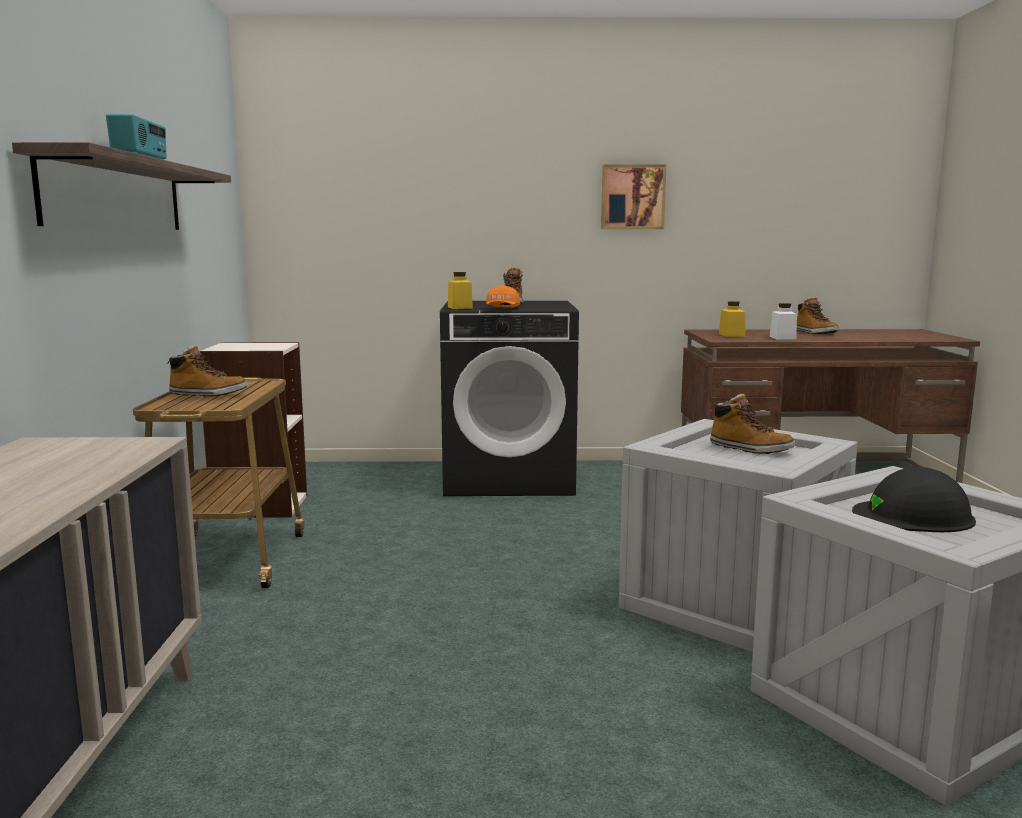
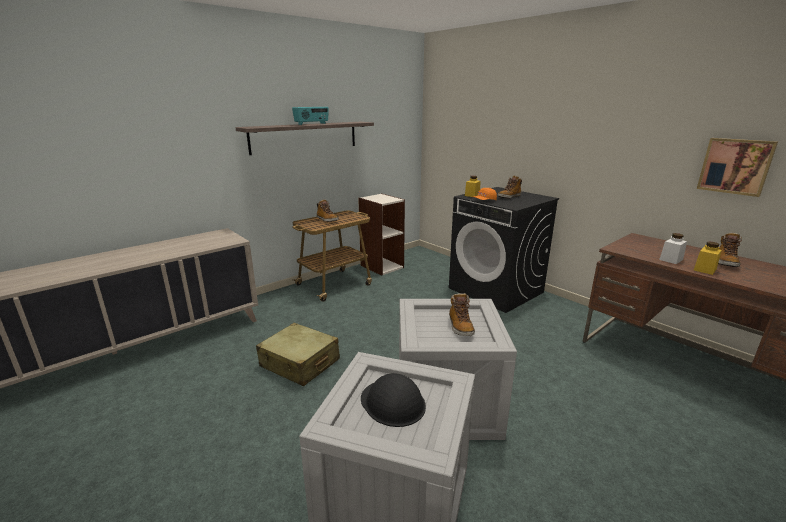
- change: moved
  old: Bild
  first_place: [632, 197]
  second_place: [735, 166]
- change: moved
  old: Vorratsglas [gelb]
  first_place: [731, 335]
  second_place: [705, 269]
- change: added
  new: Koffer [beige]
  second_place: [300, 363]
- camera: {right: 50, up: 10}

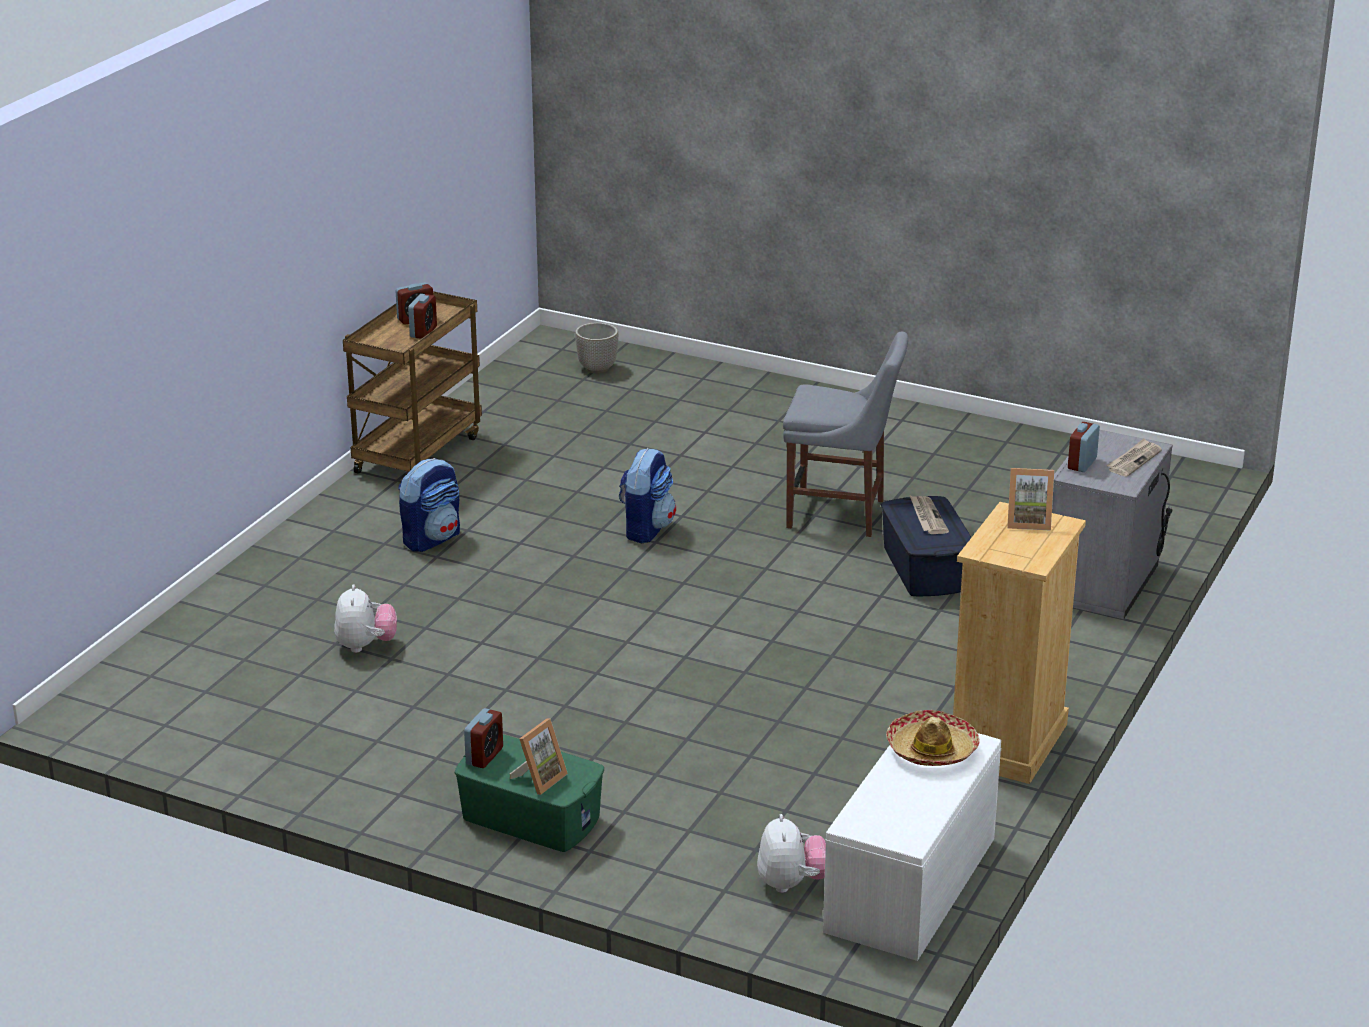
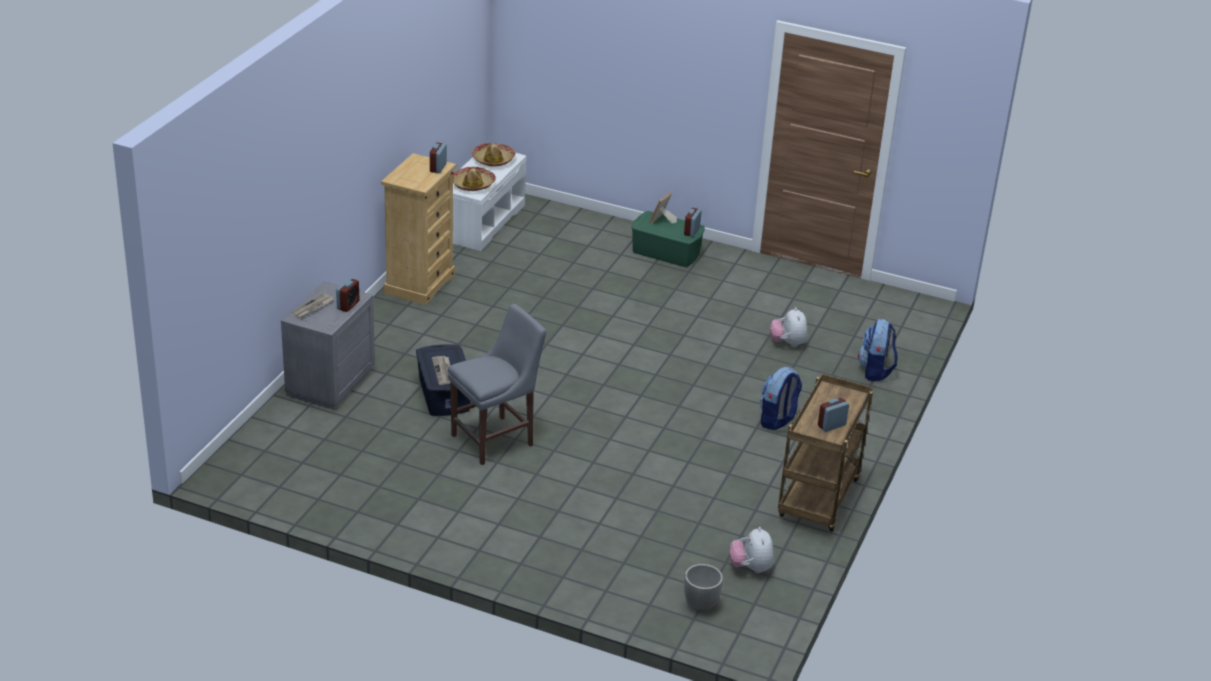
- change: moved
  old: Wecker
  first_place: [423, 332]
  second_place: [438, 168]
- change: moved
  old: Rucksack
  first_place: [646, 529]
  second_place: [875, 371]
- change: moved
  old: Plüschtier
  first_place: [791, 883]
  second_place: [750, 568]
- change: turned
  old: Stuhl [grau]
  first_place: [841, 514]
  second_place: [496, 439]
  degrees: 135
- change: removed
  old: Bilderrahmen
  first_place: [1028, 522]
- change: added
  new: Hut
  second_place: [493, 160]
- camera: {right: 175, up: 5}

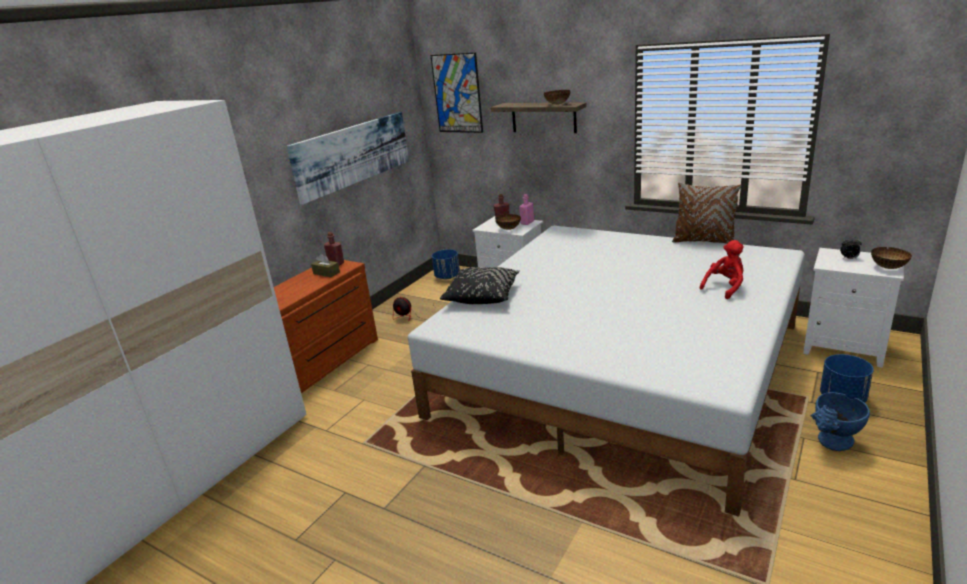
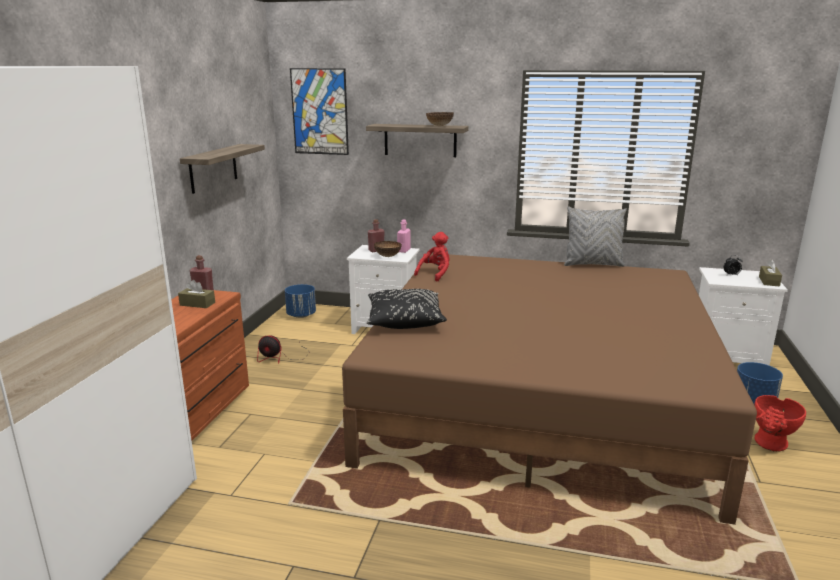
- change: replaced
  old: Bild
  new: Wandregal
  first_place: [353, 154]
  second_place: [213, 168]
- change: recoloured
  old: Bett [weiß]
  new: Bett [braun]
  first_place: [620, 370]
  second_place: [540, 396]
- change: recoloured
  old: Kissen [braun]
  new: Kissen [grau]
  first_place: [704, 241]
  second_place: [592, 264]
- change: moved
  old: Plüschtier [rot]
  first_place: [725, 287]
  second_place: [435, 274]
- change: recoloured
  old: Vase [blau]
  new: Vase [rot]
  first_place: [833, 444]
  second_place: [771, 446]
- change: replaced
  old: Schüssel
  new: Taschentuchbox [braun]
  first_place: [889, 267]
  second_place: [769, 281]
- camera: {right: -20, up: -5}

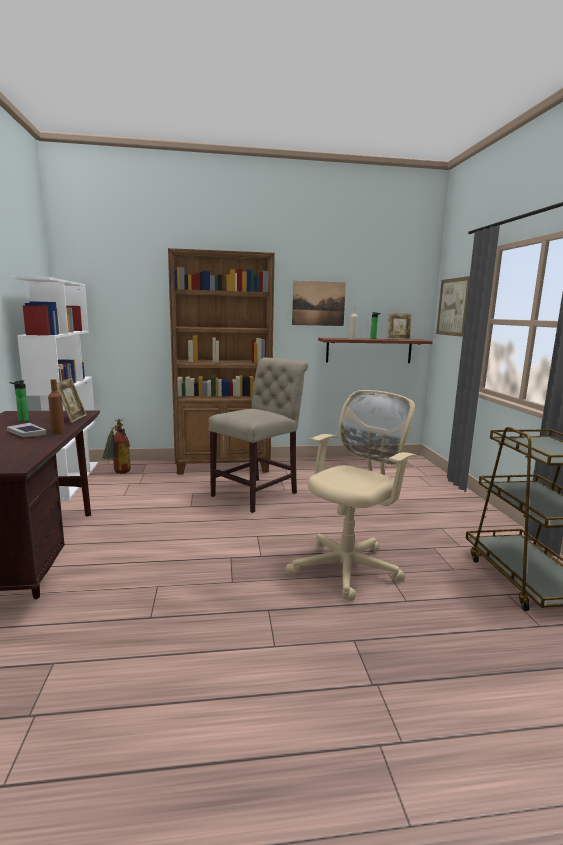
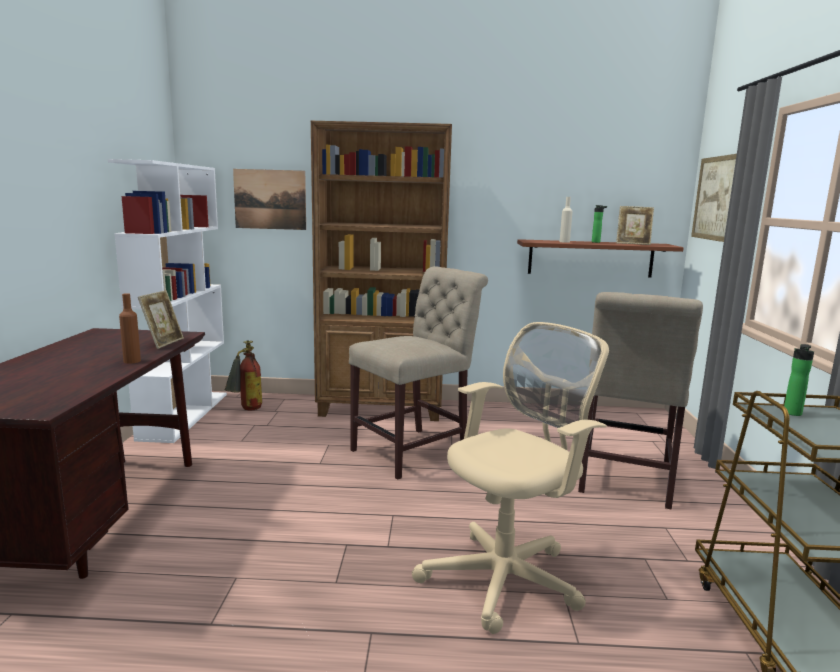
- change: removed
  old: Buch
  first_place: [26, 433]
- change: moved
  old: Flasche
  first_place: [22, 421]
  second_place: [791, 414]
- change: moved
  old: Bild
  first_place: [318, 303]
  second_place: [270, 199]
- change: added
  new: Stuhl [beige]
  second_place: [623, 481]
- camera: {right: 10, up: 0}

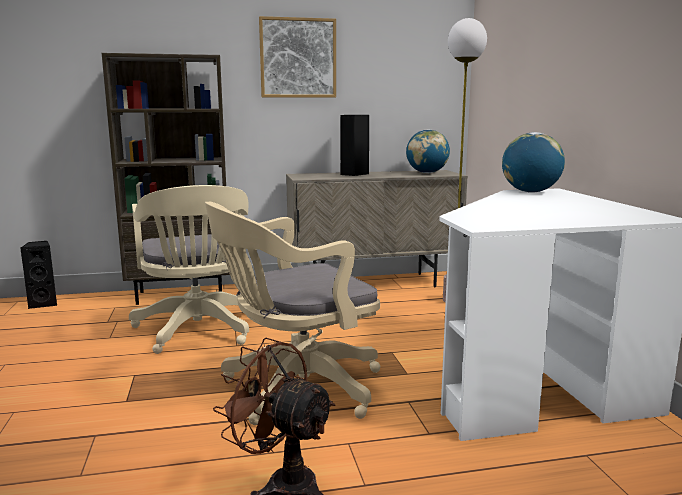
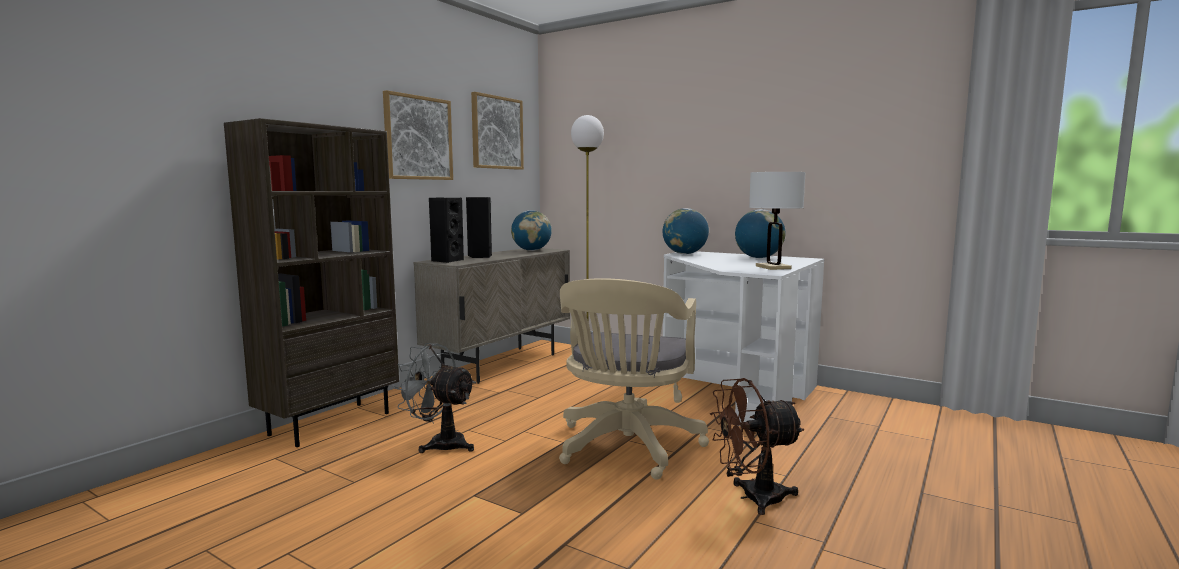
- change: moved
  old: Lautsprecher [schwarz]
  first_place: [44, 303]
  second_place: [446, 260]
- change: replaced
  old: Bürostuhl [beige]
  new: Ventilator [grau]
  first_place: [199, 331]
  second_place: [440, 443]
- change: added
  new: Bild
  second_place: [497, 133]
- change: added
  new: Globus
  second_place: [758, 258]
- change: added
  new: Tischlampe [weiß]
  second_place: [773, 267]
- camera: {right: -45, up: -5}

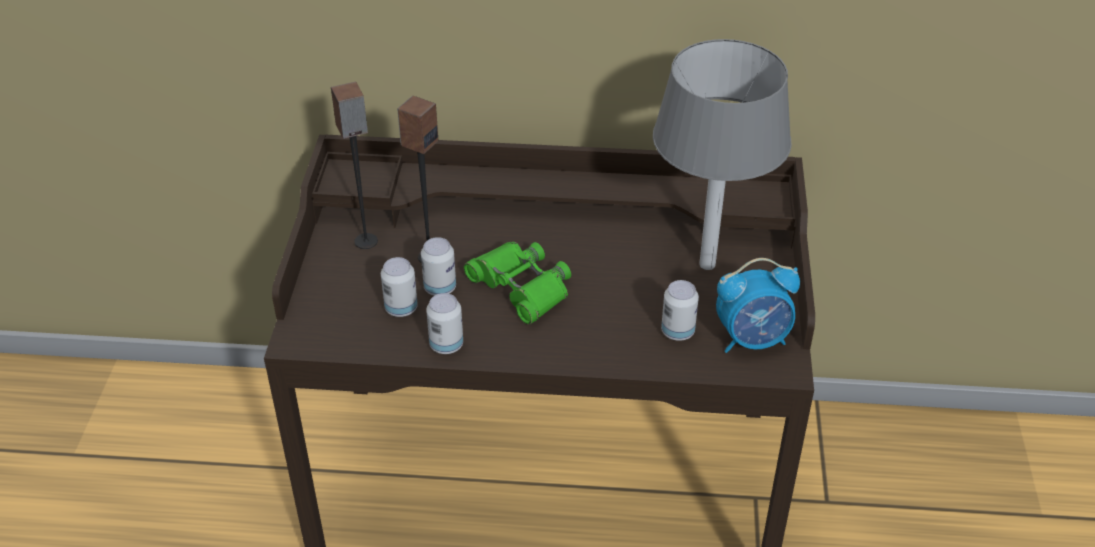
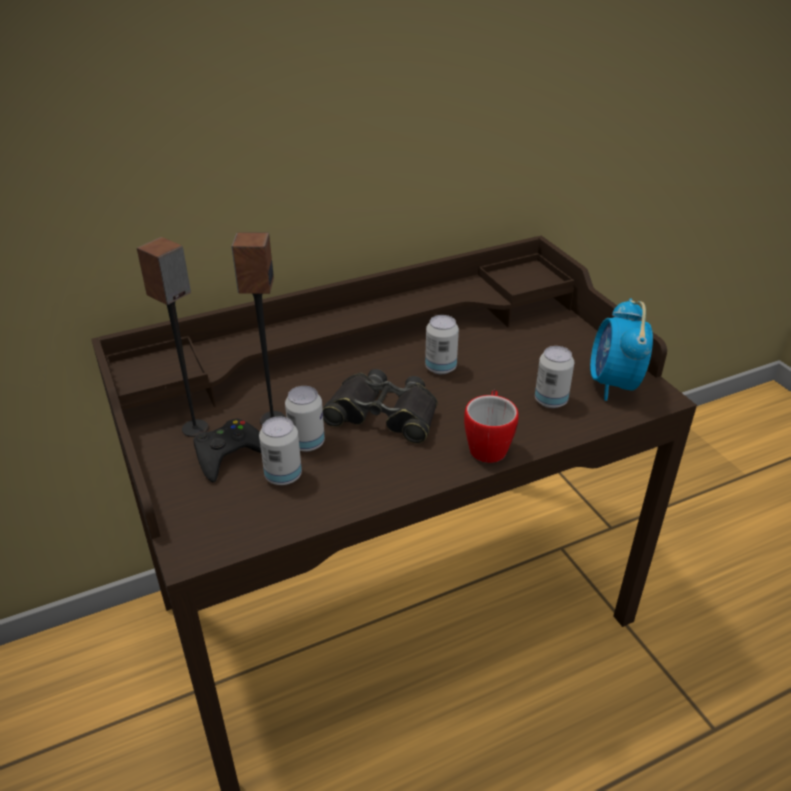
- change: moved
  old: Dose
  first_place: [446, 345]
  second_place: [440, 368]
- change: recoloured
  old: Fernglas [grün]
  new: Fernglas [schwarz]
  first_place: [521, 287]
  second_place: [383, 414]
- change: removed
  old: Tischlampe [grau]
  first_place: [707, 264]
- change: turned
  old: Wecker
  first_place: [753, 339]
  second_place: [613, 384]
  degrees: 135
- change: added
  new: Gamepad [schwarz]
  second_place: [230, 455]
- change: added
  new: Henkelbecher
  second_place: [488, 445]
- camera: {right: -30, up: -5}

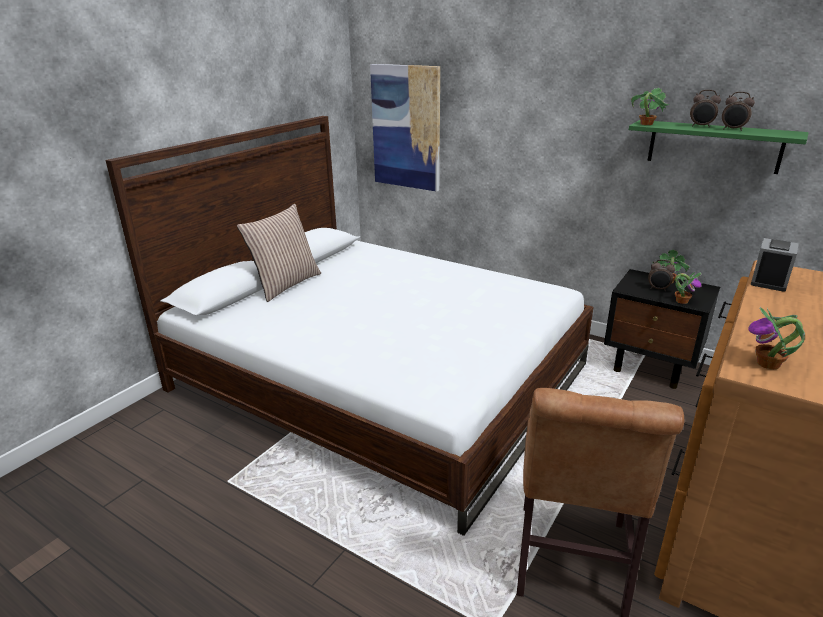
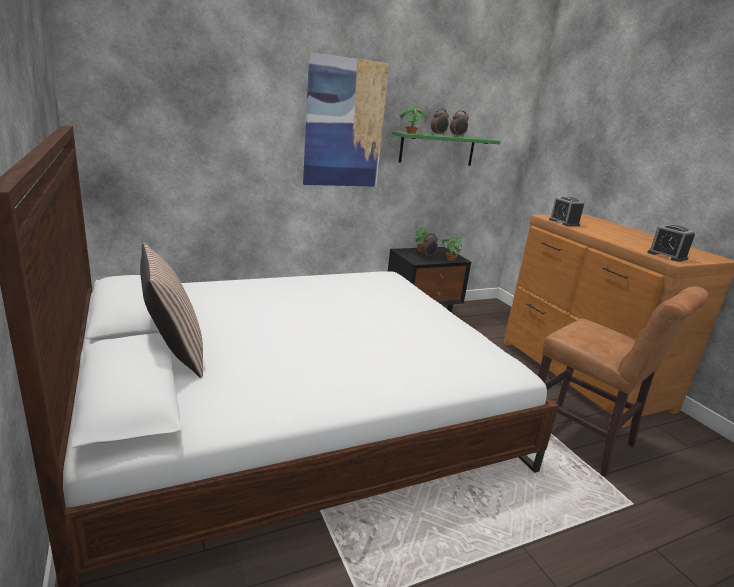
- change: moved
  old: Bild
  first_place: [406, 127]
  second_place: [344, 124]
- change: replaced
  old: Topfpflanze
  new: Wecker
  first_place: [768, 364]
  second_place: [667, 256]
- camera: {right: -60, up: -5}

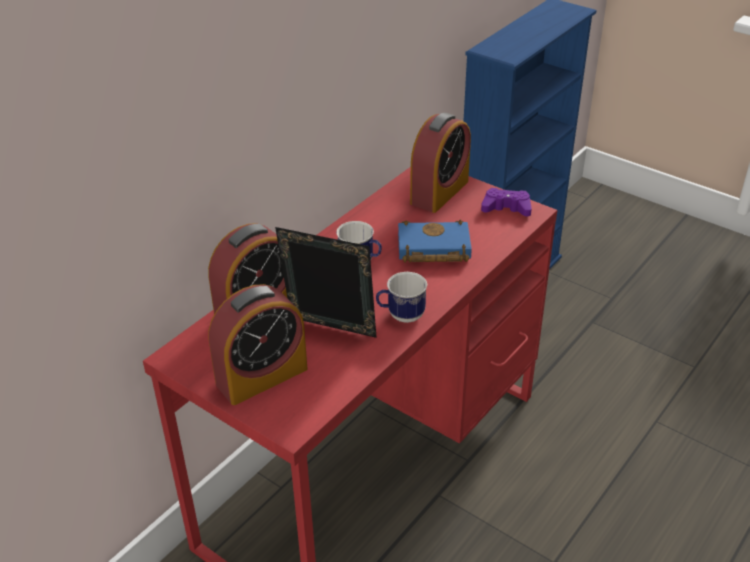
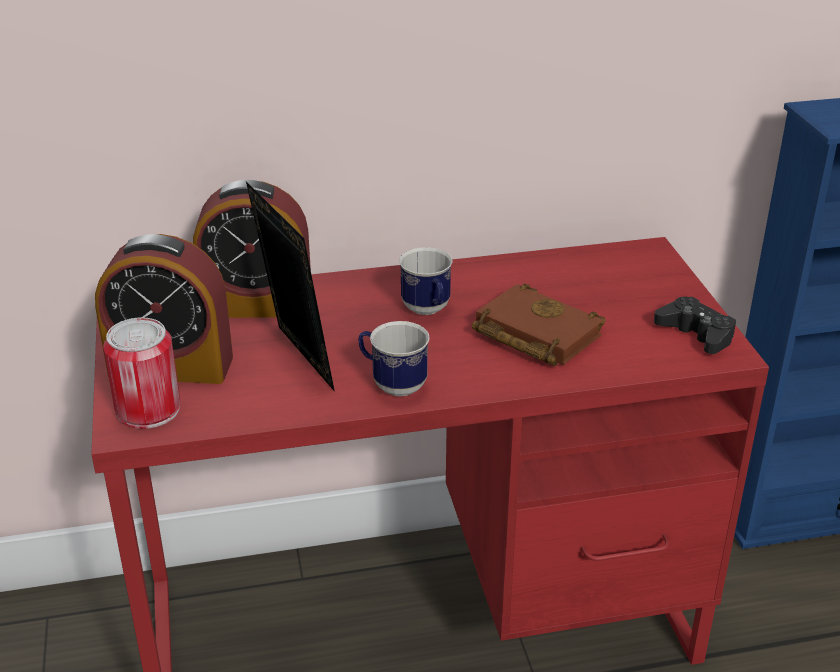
- change: recoloured
  old: Buch [blau]
  new: Buch [braun]
  first_place: [432, 249]
  second_place: [532, 334]
- change: removed
  old: Wecker
  first_place: [439, 192]
- change: recoloured
  old: Gamepad [lila]
  new: Gamepad [schwarz]
  first_place: [506, 208]
  second_place: [696, 333]
- change: added
  new: Dose
  second_place: [148, 409]
- camera: {right: 40, up: -5}

